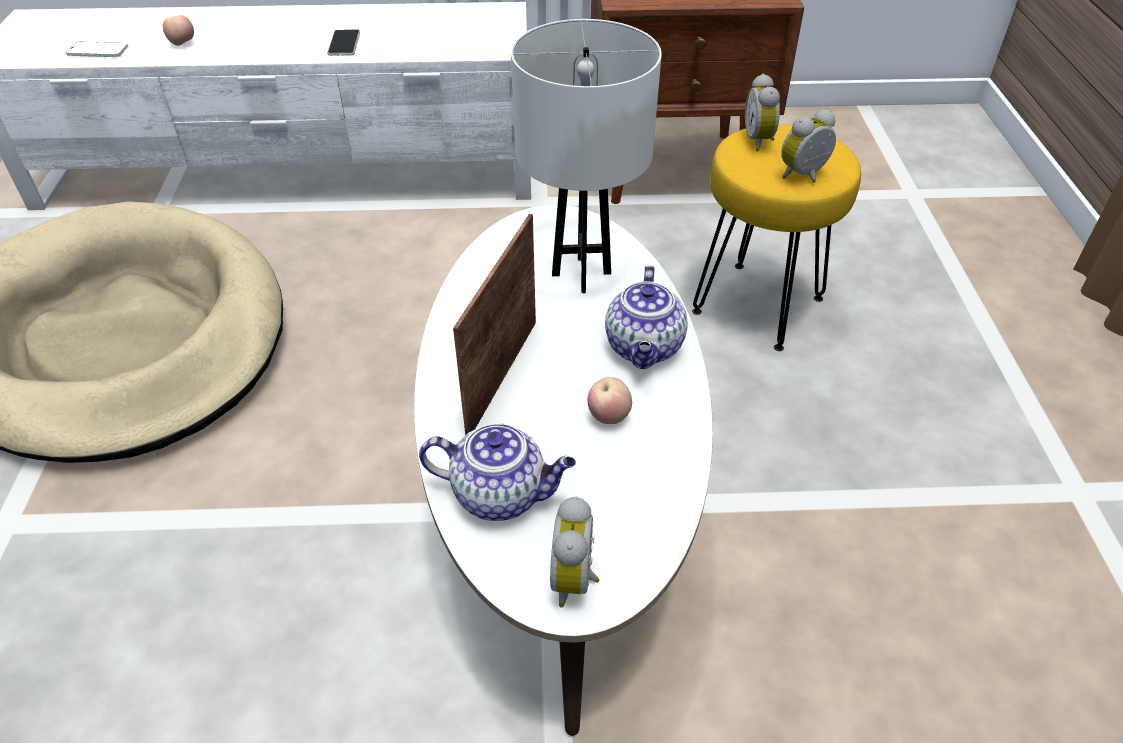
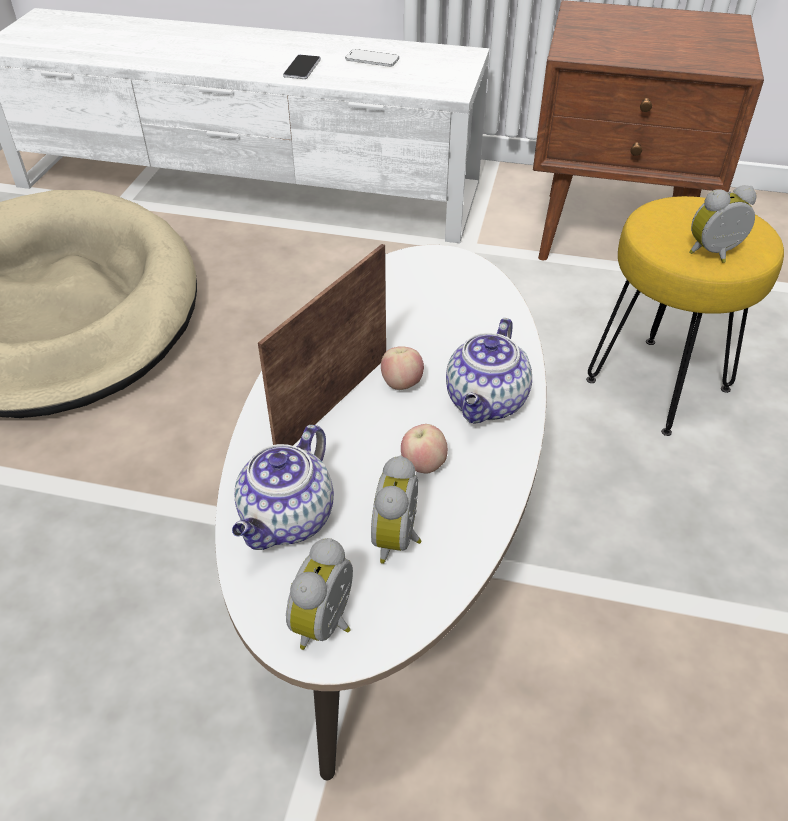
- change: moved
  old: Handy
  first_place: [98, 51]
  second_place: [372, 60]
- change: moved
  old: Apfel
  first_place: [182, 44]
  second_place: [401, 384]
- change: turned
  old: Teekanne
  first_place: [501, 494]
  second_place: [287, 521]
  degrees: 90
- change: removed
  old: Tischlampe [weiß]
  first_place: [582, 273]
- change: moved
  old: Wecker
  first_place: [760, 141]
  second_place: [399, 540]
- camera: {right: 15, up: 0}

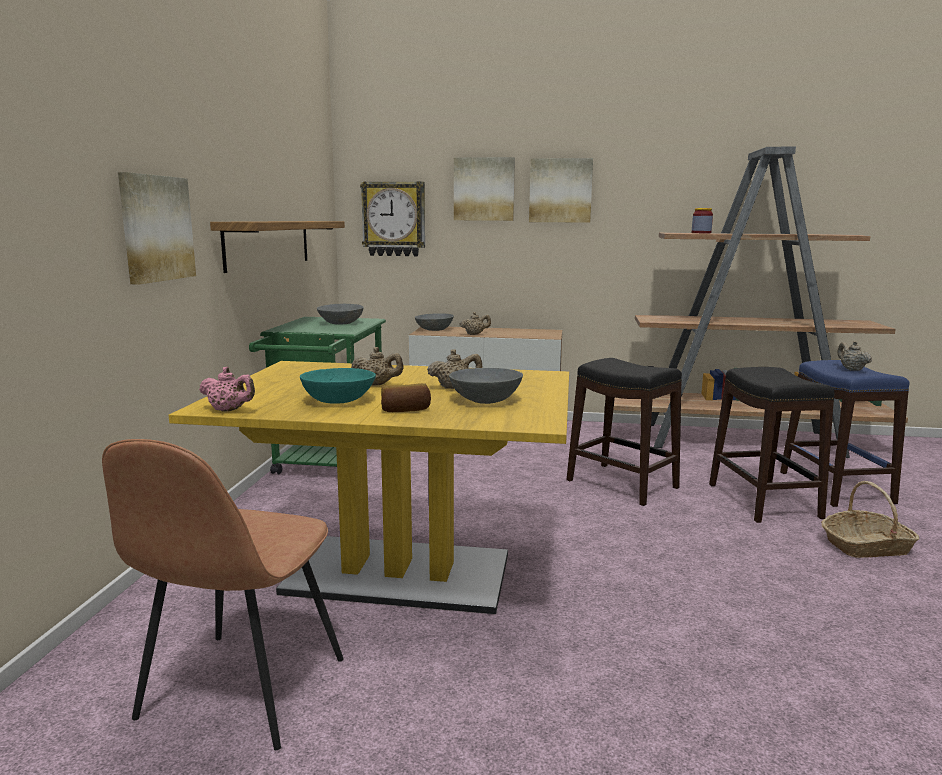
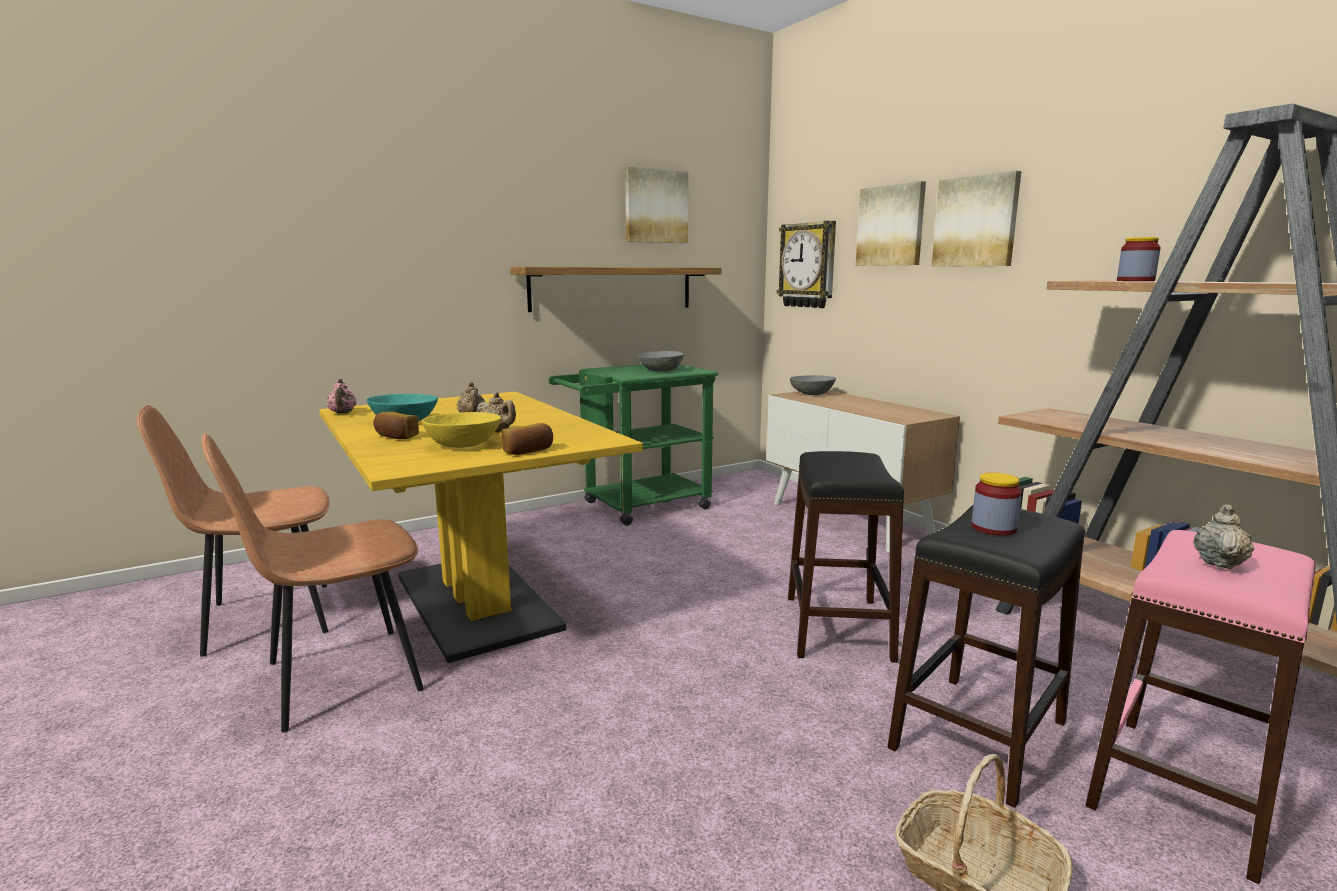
- change: moved
  old: Bild
  first_place: [156, 228]
  second_place: [655, 206]
- change: recoloured
  old: Schüssel [grau]
  new: Schüssel [gelb]
  first_place: [486, 400]
  second_place: [464, 445]
- change: removed
  old: Teekanne [beige]
  first_place: [475, 334]
- change: recoloured
  old: Hocker [blau]
  new: Hocker [rosa]
  first_place: [835, 487]
  second_place: [1181, 790]
- change: added
  new: Stuhl [braun]
  second_place: [338, 678]
- change: added
  new: Brot
  second_place: [528, 451]
- change: added
  new: Vorratsglas
  second_place: [993, 528]
- camera: {right: 50, up: 0}

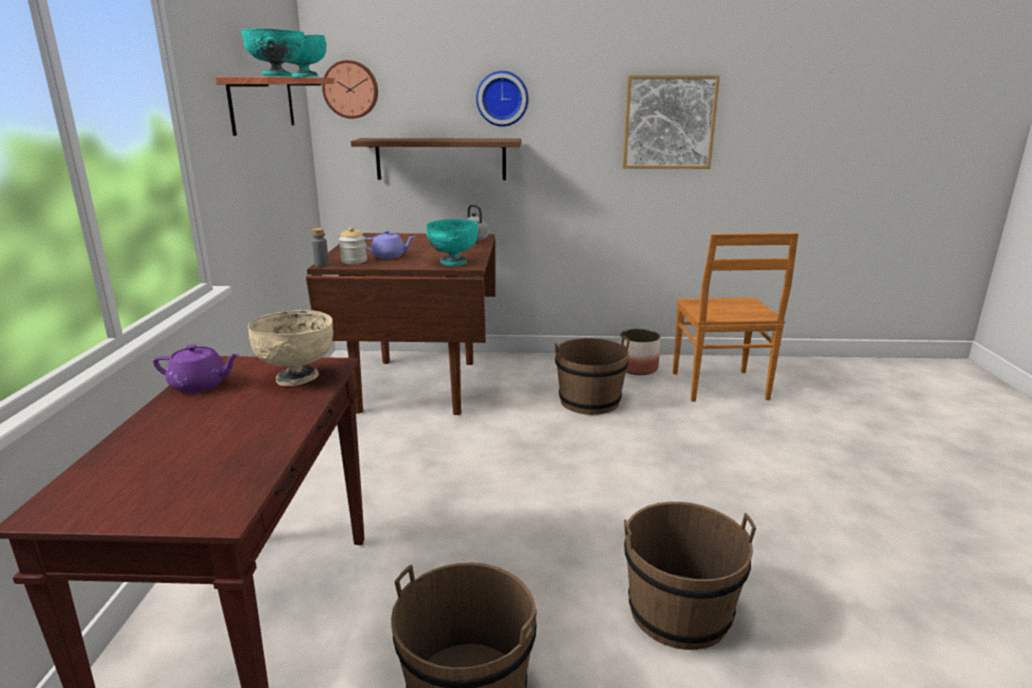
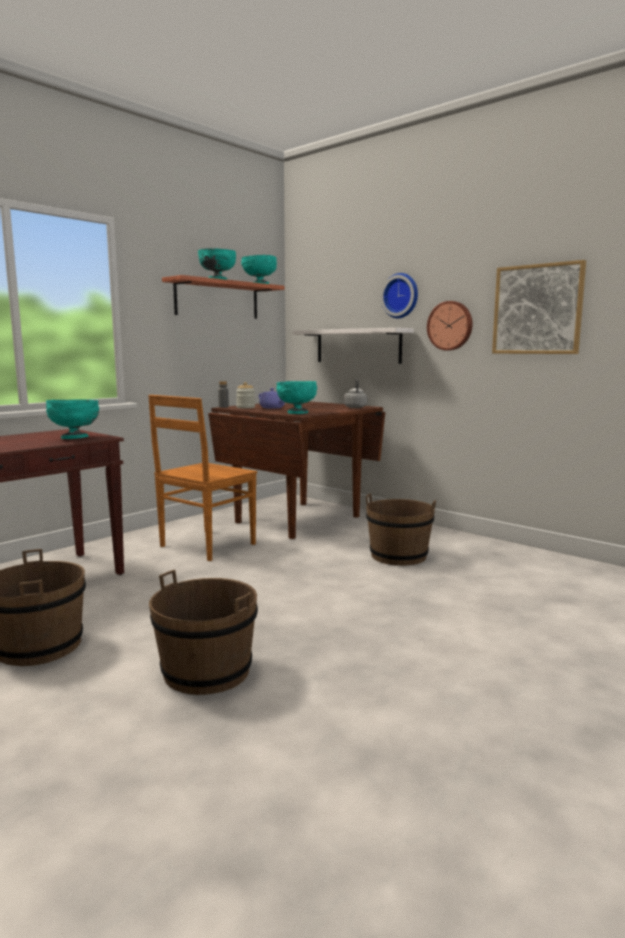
- change: removed
  old: Teekanne [lila]
  first_place: [200, 385]
- change: recoloured
  old: Schüssel [beige]
  new: Schüssel [türkis]
  first_place: [297, 378]
  second_place: [75, 438]
- change: moved
  old: Wanduhr
  first_place: [351, 89]
  second_place: [450, 326]
- change: recoloured
  old: Wandregal [braun]
  new: Wandregal [weiß]
  first_place: [441, 159]
  second_place: [358, 346]
- change: removed
  old: Pflanzkübel
  first_place: [637, 368]
- change: moved
  old: Stuhl [braun]
  first_place: [720, 387]
  second_place: [205, 546]
- camera: {right: 40, up: -10}

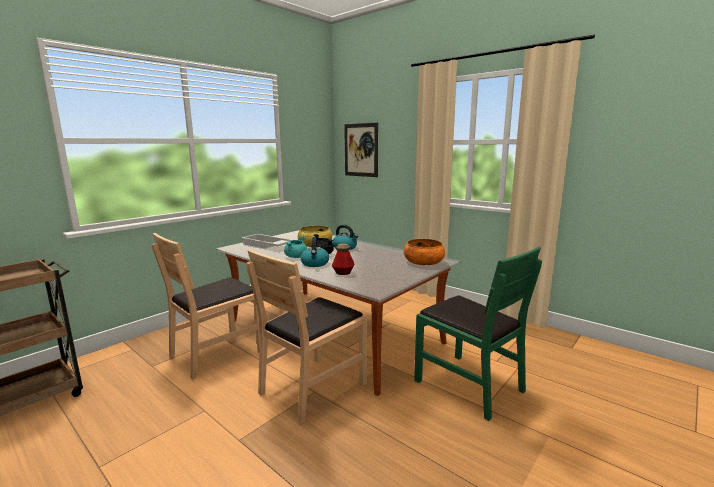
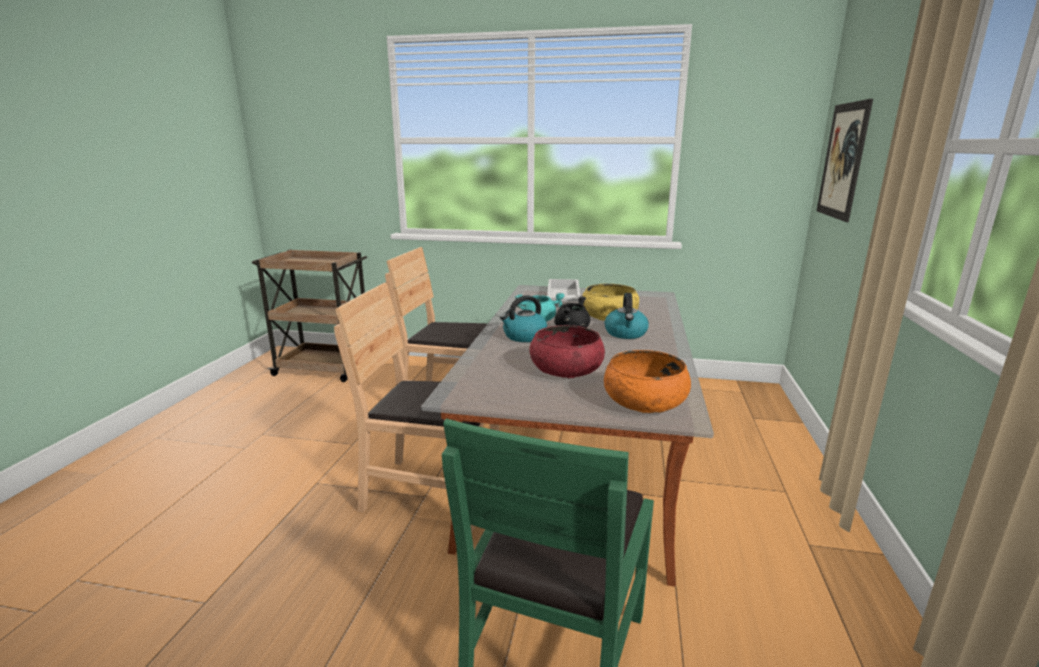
- change: removed
  old: Flasche
  first_place: [343, 273]
- change: added
  new: Schüssel [rot]
  second_place: [566, 368]
- camera: {right: 60, up: 5}

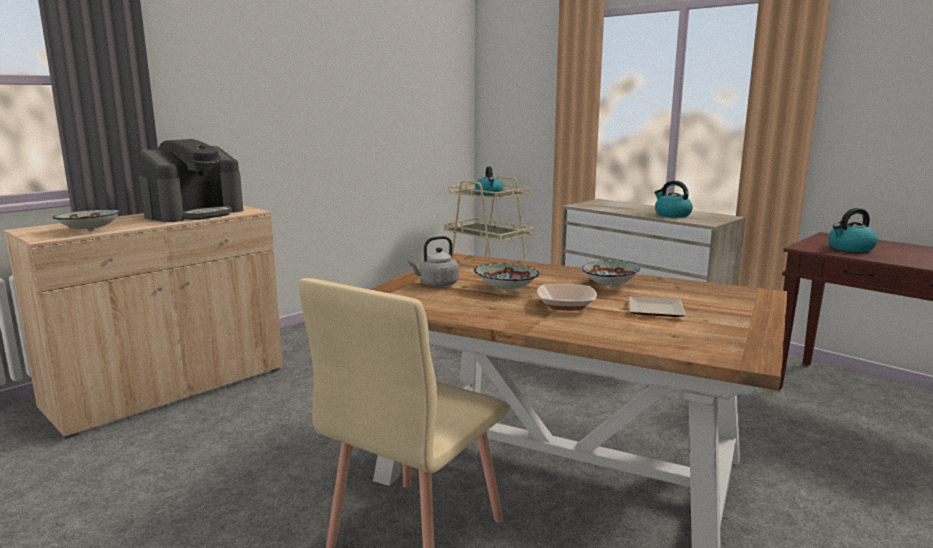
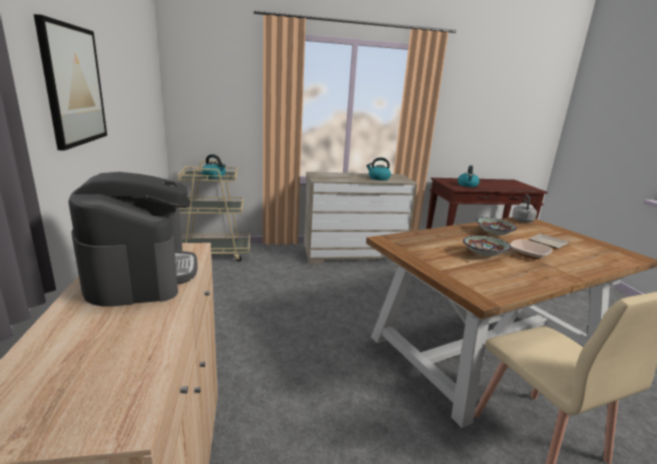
- change: removed
  old: Schüssel
  first_place: [90, 230]
- change: moved
  old: Wasserkessel [grau]
  first_place: [436, 284]
  second_place: [523, 221]
- change: added
  new: Bild
  second_place: [73, 85]
- camera: {right: -55, up: 5}

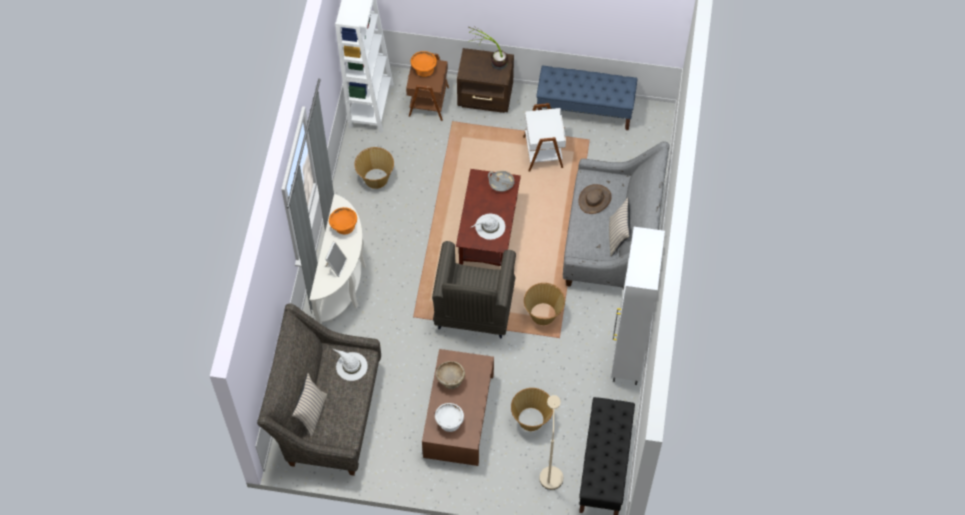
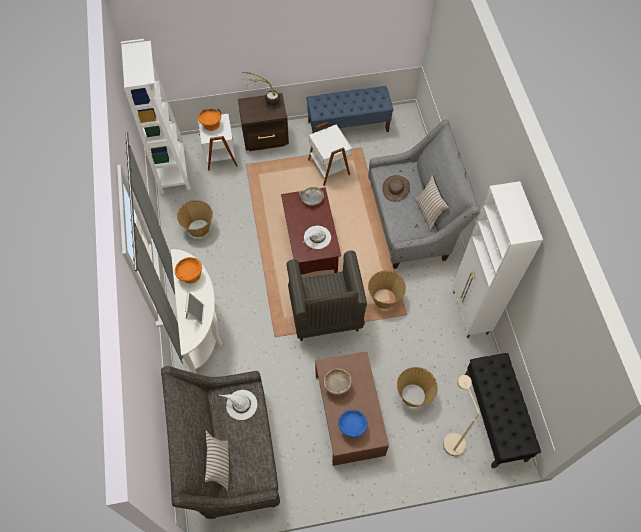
- change: recoloured
  old: Beistelltisch [braun]
  new: Beistelltisch [weiß]
  first_place: [427, 101]
  second_place: [219, 154]
- change: recoloured
  old: Schüssel [weiß]
  new: Schüssel [blau]
  first_place: [449, 422]
  second_place: [352, 427]
- camera: {right: -20, up: 0}

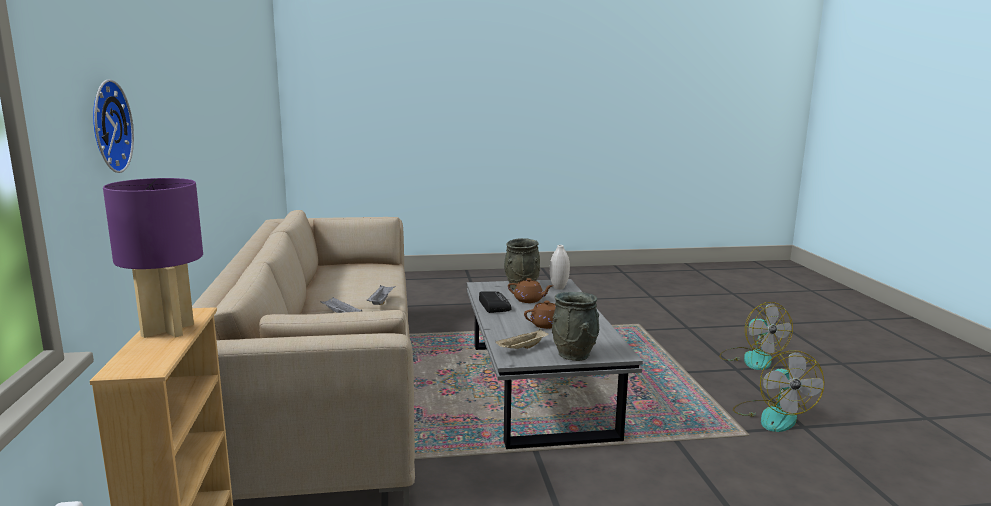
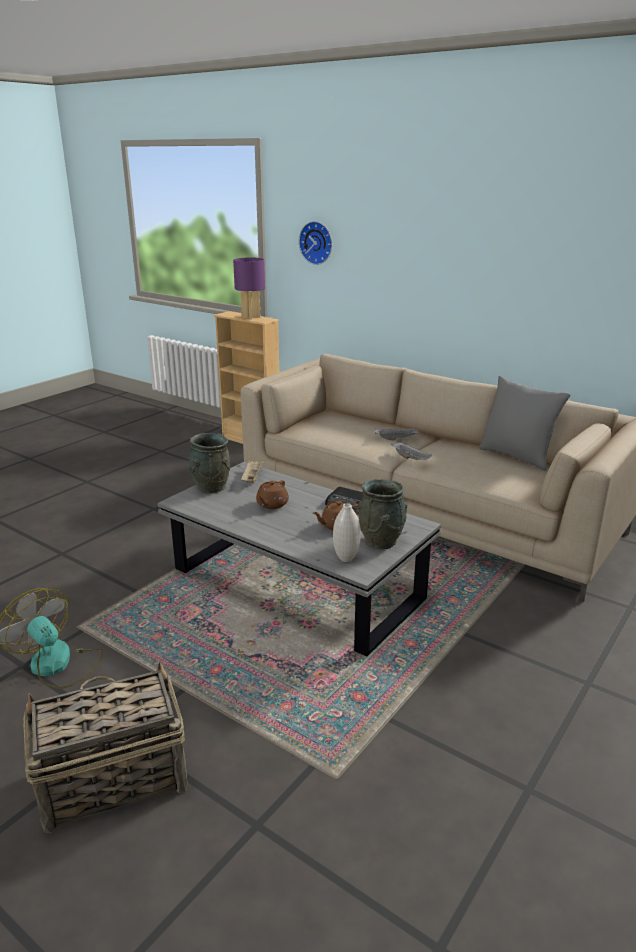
- change: replaced
  old: Ventilator
  new: Korb
  first_place: [751, 358]
  second_place: [111, 780]
- change: added
  new: Kissen [grau]
  second_place: [517, 457]
- camera: {right: 135, up: 10}

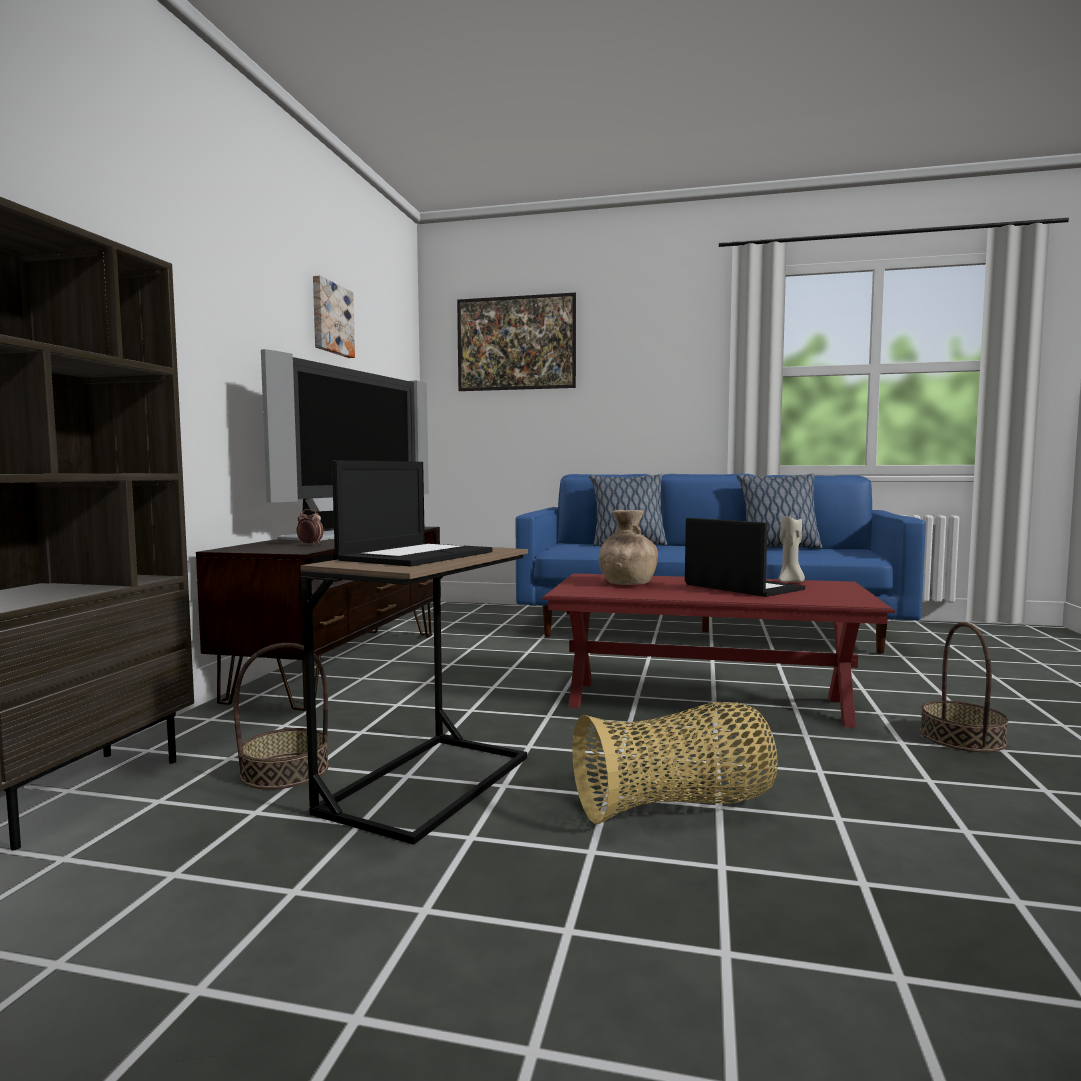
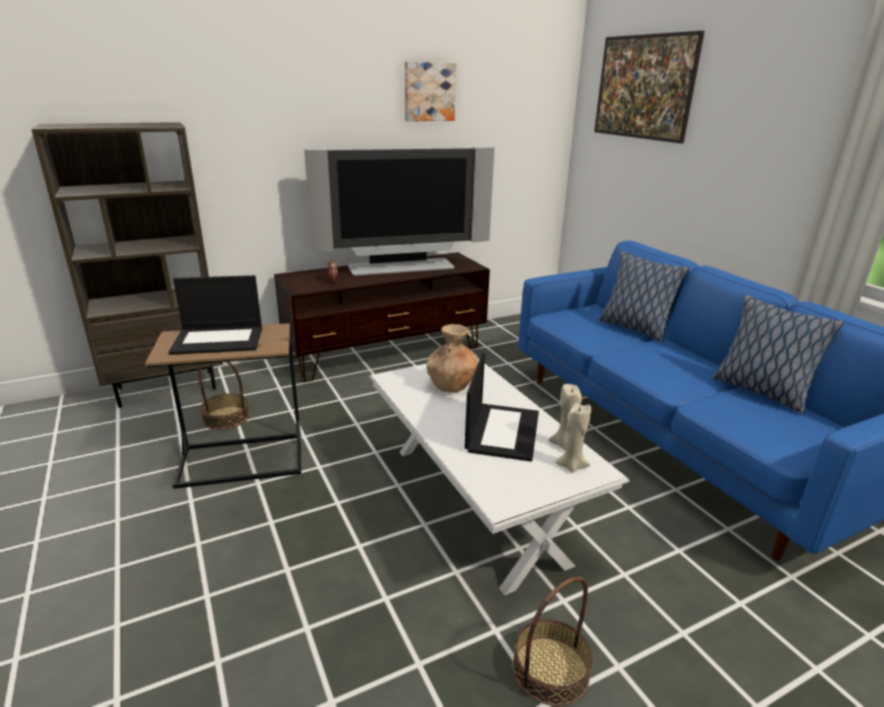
- change: recoloured
  old: Couchtisch [rot]
  new: Couchtisch [weiß]
  first_place: [706, 702]
  second_place: [477, 502]
- change: removed
  old: Korb
  first_place: [676, 806]
- change: added
  new: Kerze [beige]
  second_place: [571, 465]
- camera: {right: 50, up: 20}

